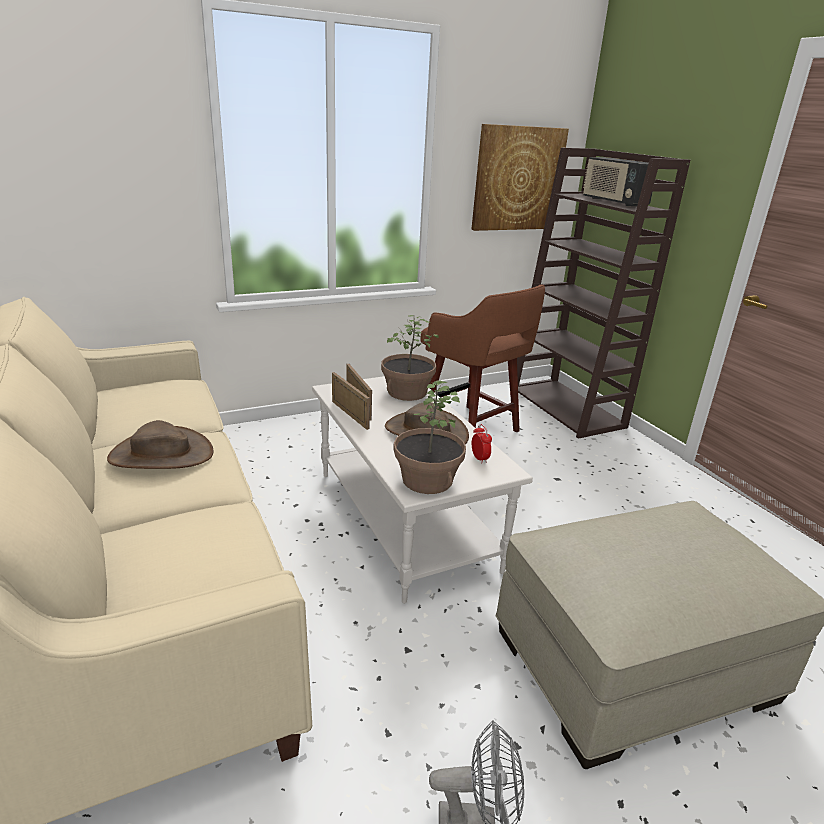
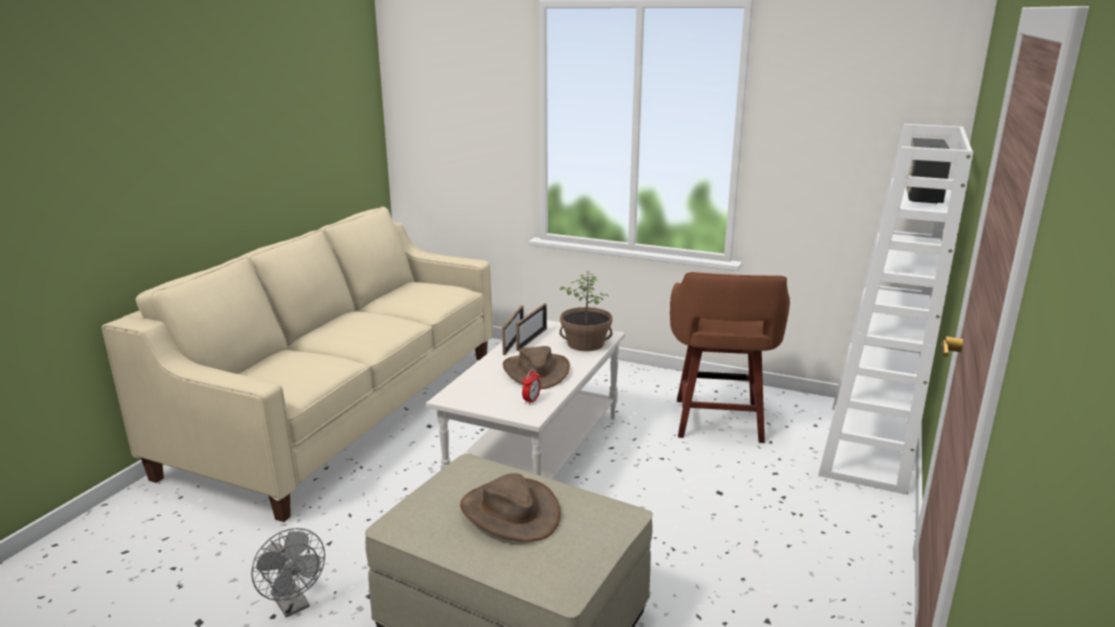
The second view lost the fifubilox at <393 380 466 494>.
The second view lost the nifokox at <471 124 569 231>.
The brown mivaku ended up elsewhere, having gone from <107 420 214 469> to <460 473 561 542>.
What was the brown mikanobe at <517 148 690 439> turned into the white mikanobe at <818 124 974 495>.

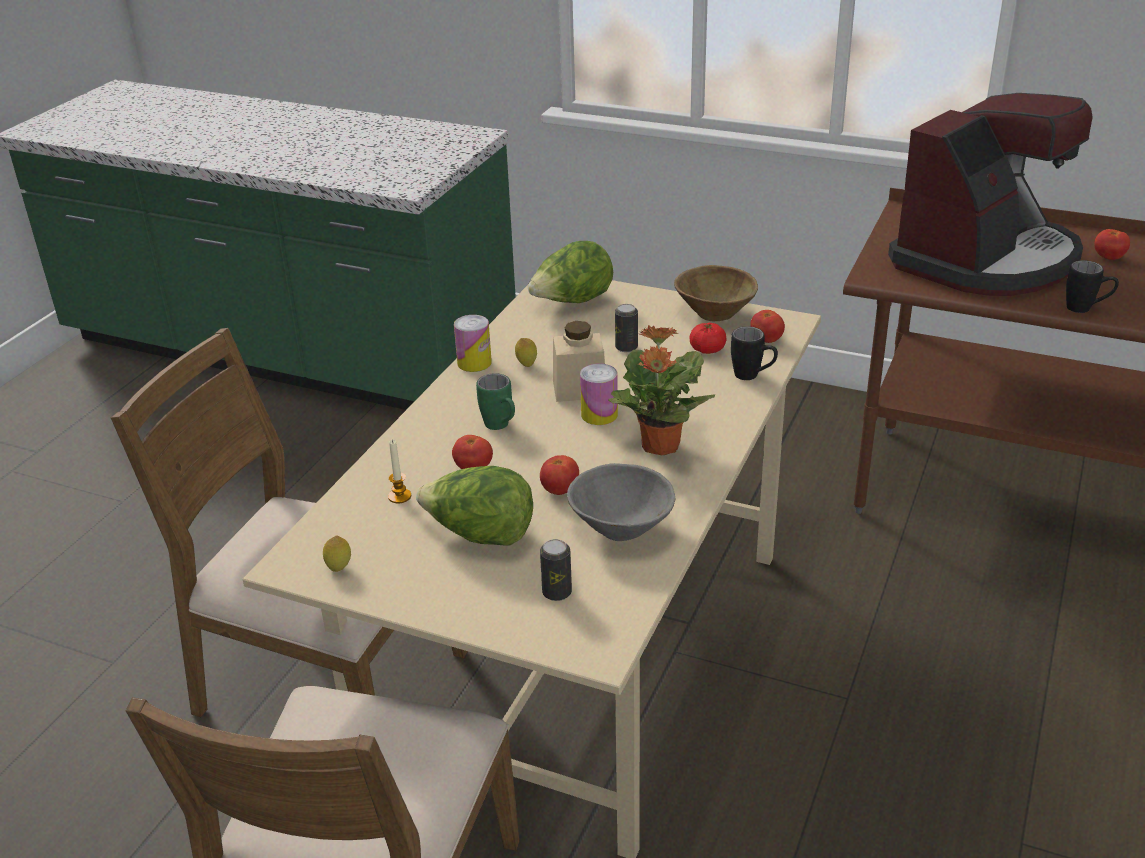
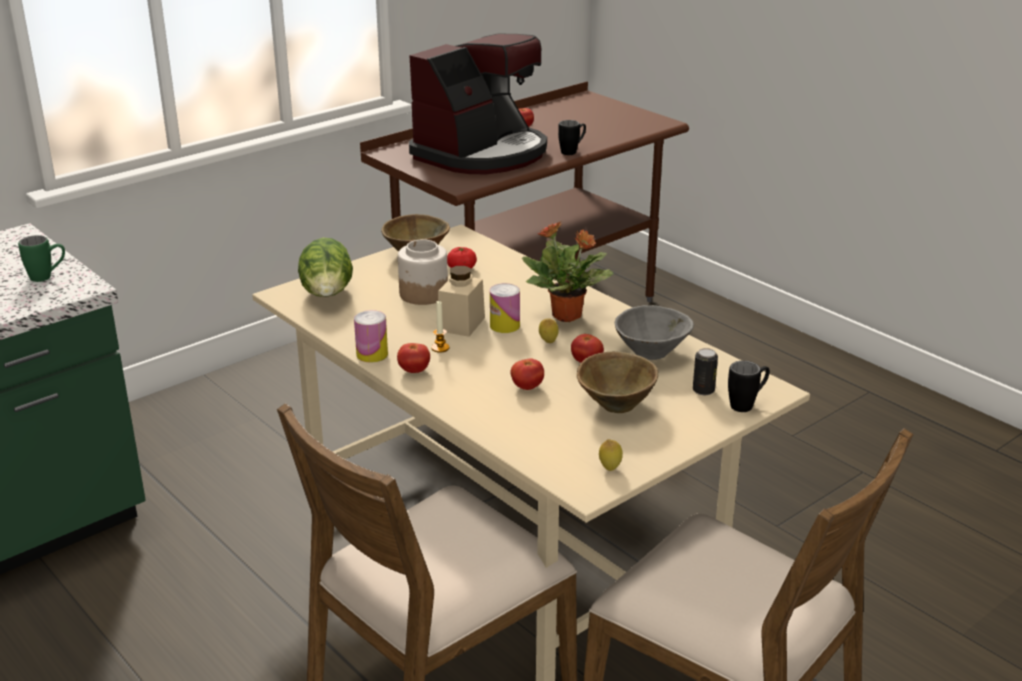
The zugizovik ended up elsewhere, having gone from <388 439 411 504> to <431 301 449 353>.
The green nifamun ended up elsewhere, having gone from <476 373 515 430> to <18 235 65 282>.
The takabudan ended up elsewhere, having gone from <515 338 537 367> to <539 318 559 343>.
The black nifamun ended up elsewhere, having gone from <731 326 778 380> to <728 361 770 412>.
The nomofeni ended up elsewhere, having gone from <750 310 785 343> to <397 343 430 373>.
Where the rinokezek stood at <416 466 533 546>, the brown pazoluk came to stand at <577 352 658 413>.
Where the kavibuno stood at <615 304 638 352>, the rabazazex came to stand at <398 239 448 305>.
The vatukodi at <888 93 1093 296> ended up facing another way, 60 degrees clockwise from before.

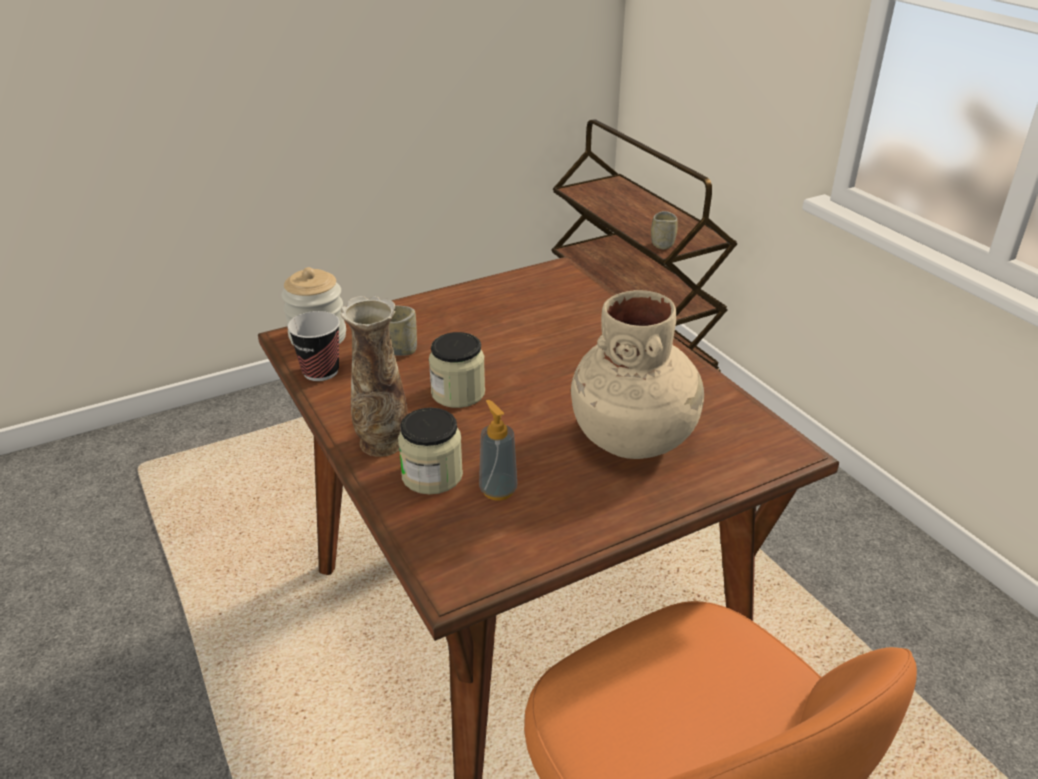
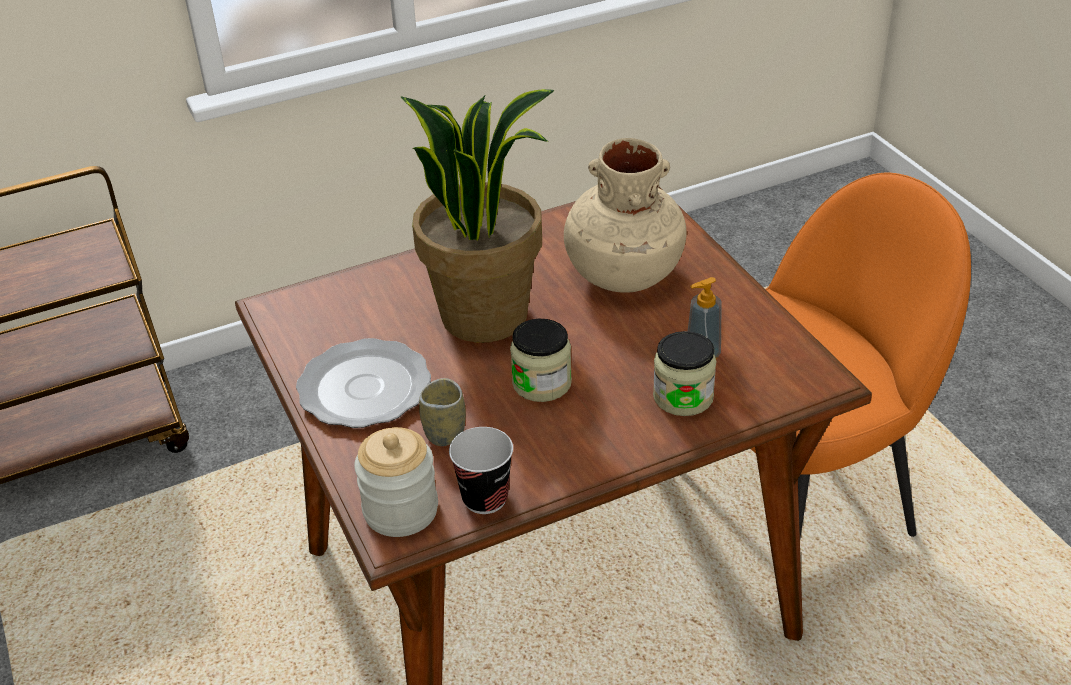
The second view lost the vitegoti at <340 296 408 457>.
The second view lost the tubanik at <651 211 677 249>.
The second view gained the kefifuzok at <296 338 431 428>.
The second view gained the fifubilox at <401 89 555 343>.

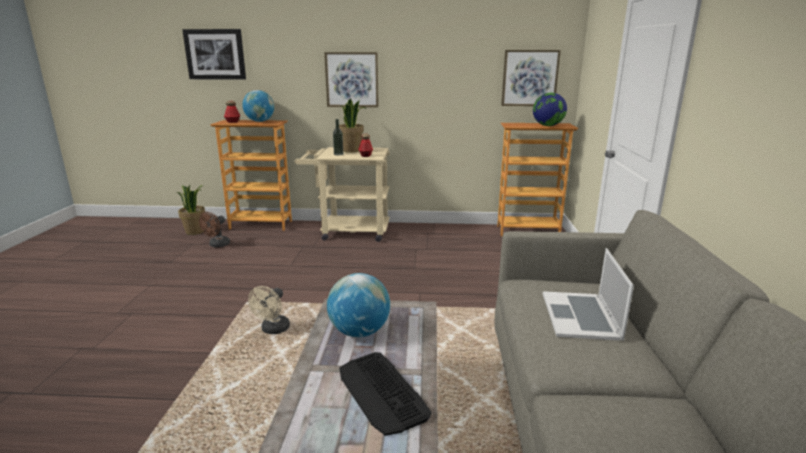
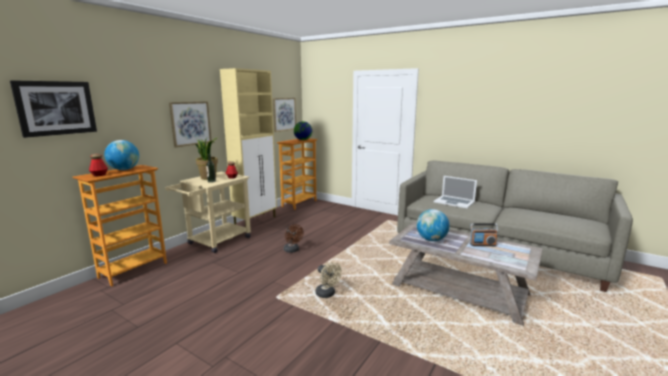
The second view lost the fifubilox at <177 185 205 235>.
The second view gained the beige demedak at <220 68 277 227>.
The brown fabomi ended up elsewhere, having gone from <199 212 230 247> to <284 224 304 253>.
Where the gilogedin stood at <339 352 432 436>, the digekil came to stand at <470 223 498 246>.

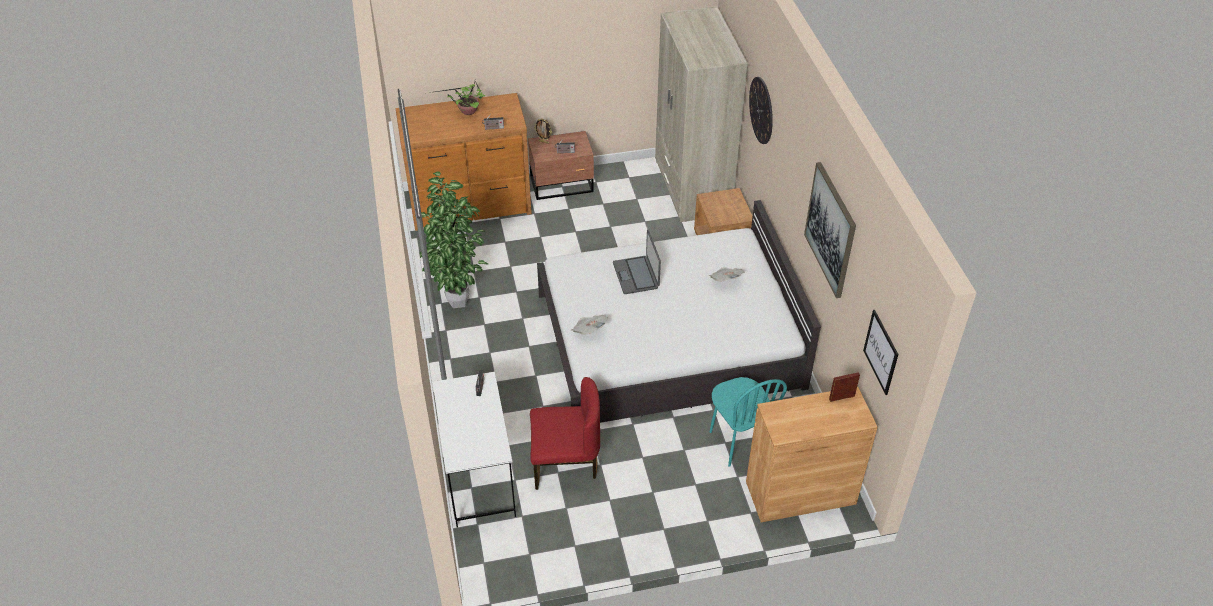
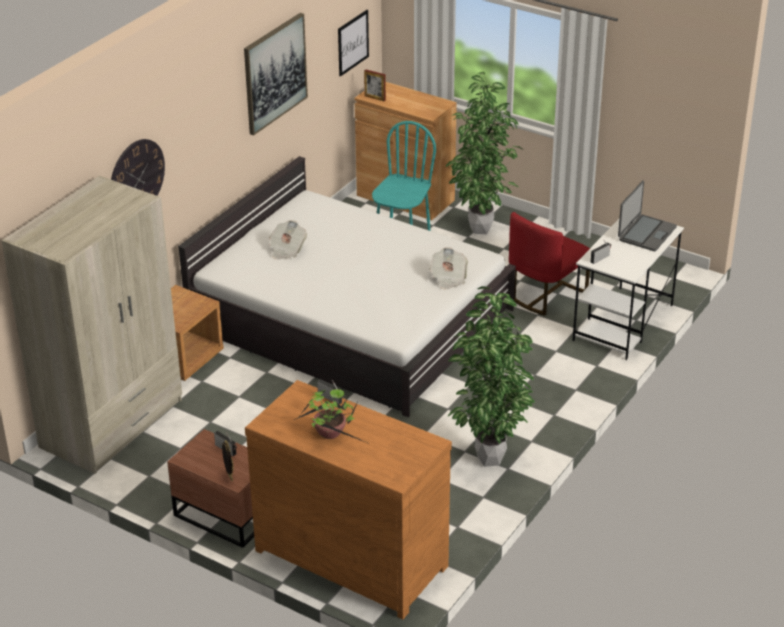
The second view gained the fifubilox at <446 72 523 234>.
The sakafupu ended up elsewhere, having gone from <613 230 661 294> to <618 180 677 251>.
The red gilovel at <530 377 600 490> ended up facing another way, 90 degrees counterclockwise from before.

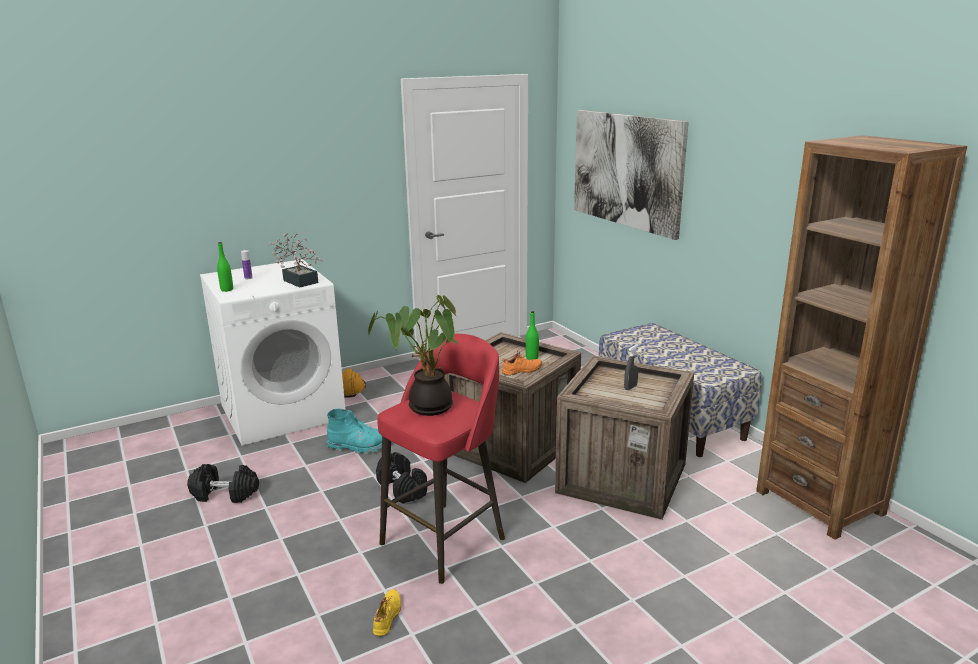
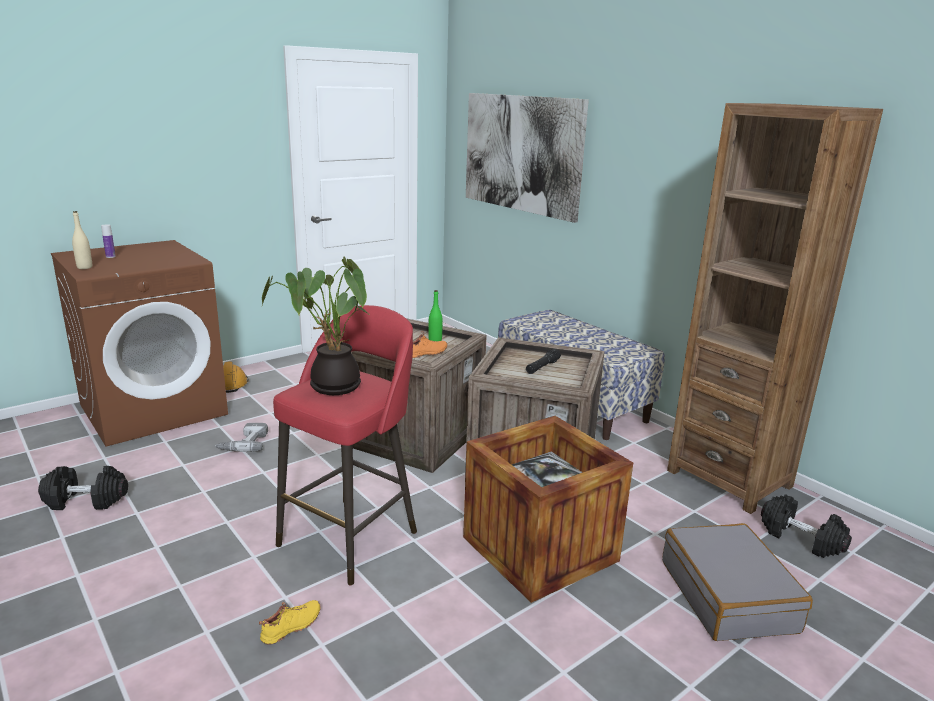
The second view lost the fifubilox at <269 233 323 288>.
The second view gained the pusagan at <463 416 633 603>.
The second view gained the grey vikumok at <662 523 813 641>.
The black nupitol ended up elsewhere, having gone from <376 452 427 504> to <761 494 852 558>.
Where the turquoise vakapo stood at <327 409 382 455>, the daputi came to stand at <215 423 268 452>.
Where the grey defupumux stood at <624 345 638 390>, the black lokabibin came to stand at <526 349 561 374>.
What was the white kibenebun at <200 259 346 446> turned into the brown kibenebun at <51 240 228 446>.
What was the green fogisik at <217 242 233 292> turned into the beige fogisik at <72 211 92 269>.
The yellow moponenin at <373 589 401 636> ended up facing another way, 45 degrees clockwise from before.

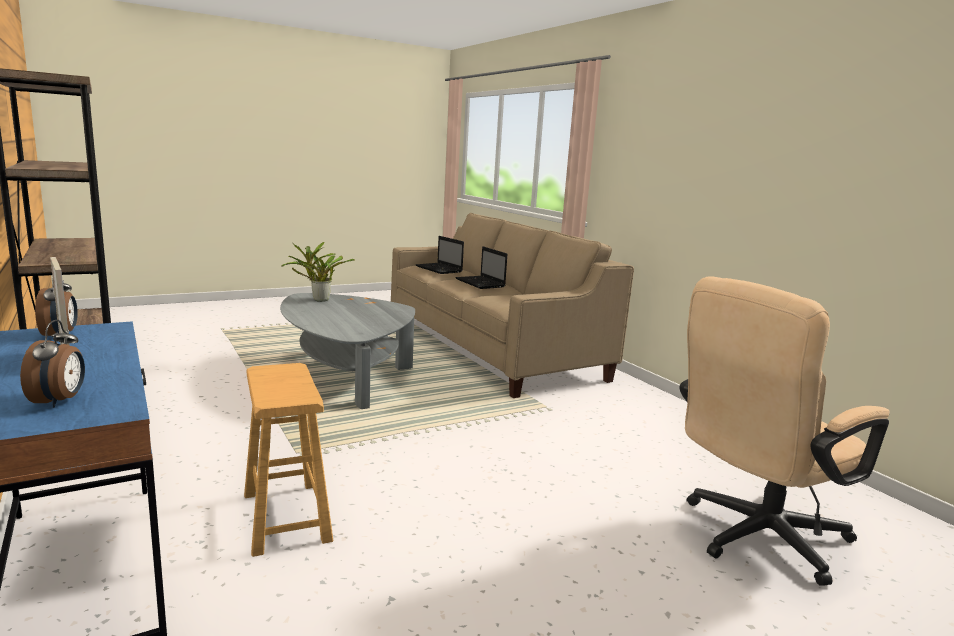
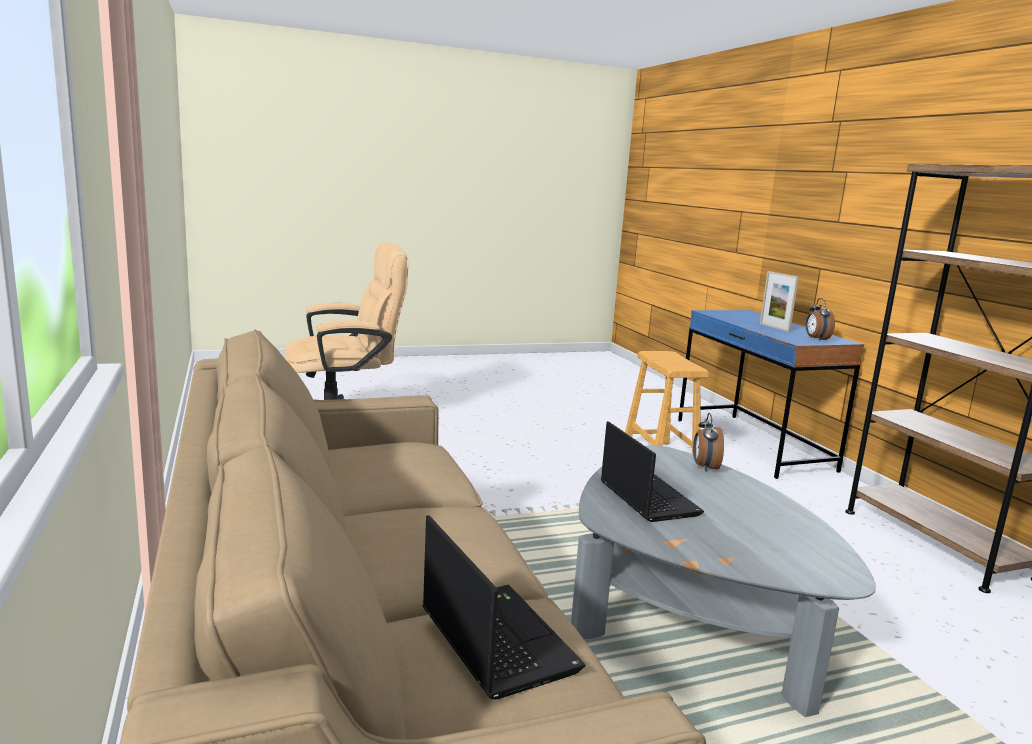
The second view lost the fifubilox at <281 242 355 302>.
The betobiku ended up elsewhere, having gone from <20 320 85 408> to <693 413 724 472>.
The sakafupu ended up elsewhere, having gone from <456 246 507 289> to <601 421 704 522>.

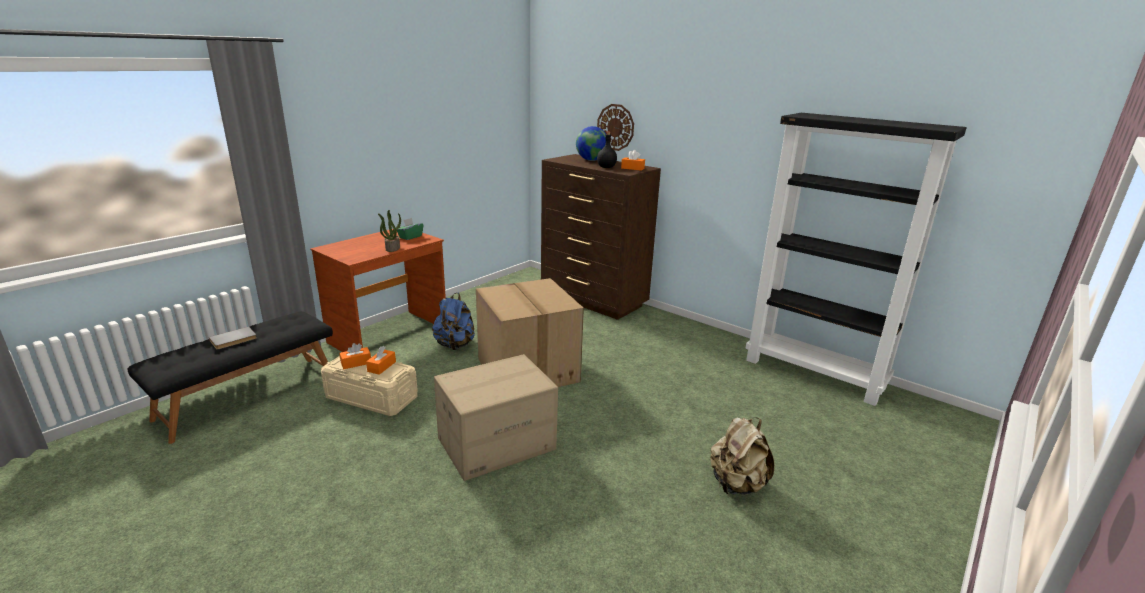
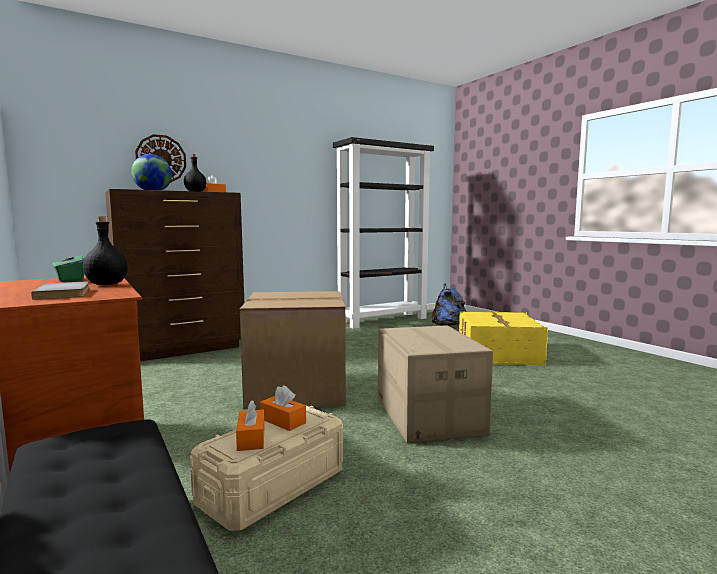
The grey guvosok ended up elsewhere, having gone from <209 327 257 350> to <31 281 90 300>.
The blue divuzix ended up elsewhere, having gone from <432 293 475 350> to <431 283 466 326>.
Where the fifubilox stood at <378 210 401 252>, the black fogisik came to stand at <83 216 128 285>.
Where the beige divuzix stood at <710 417 774 495>, the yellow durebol came to stand at <459 311 548 365>.

